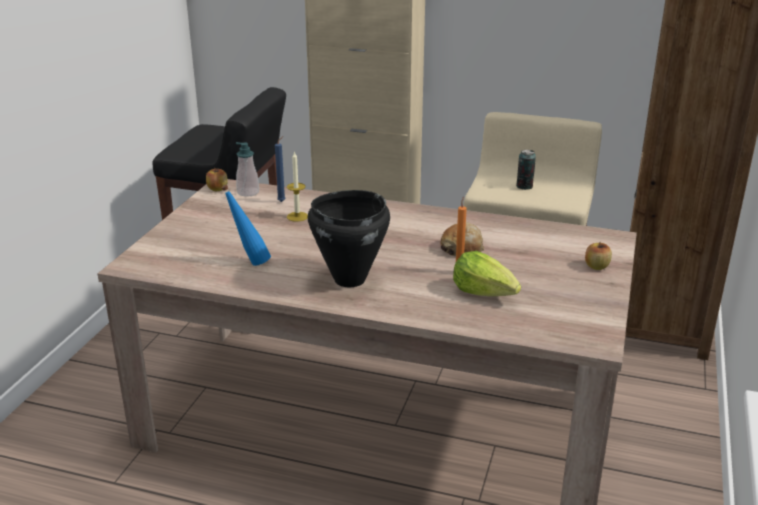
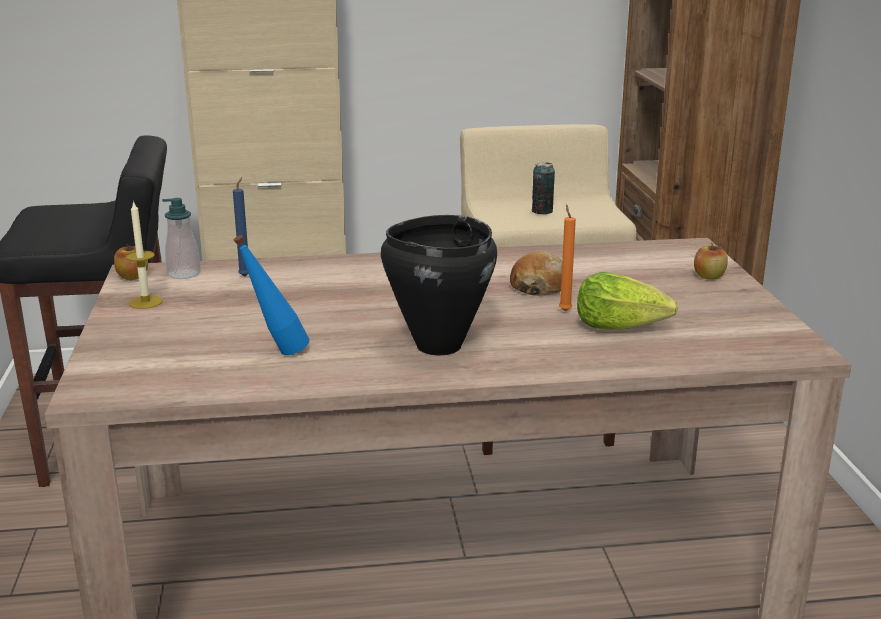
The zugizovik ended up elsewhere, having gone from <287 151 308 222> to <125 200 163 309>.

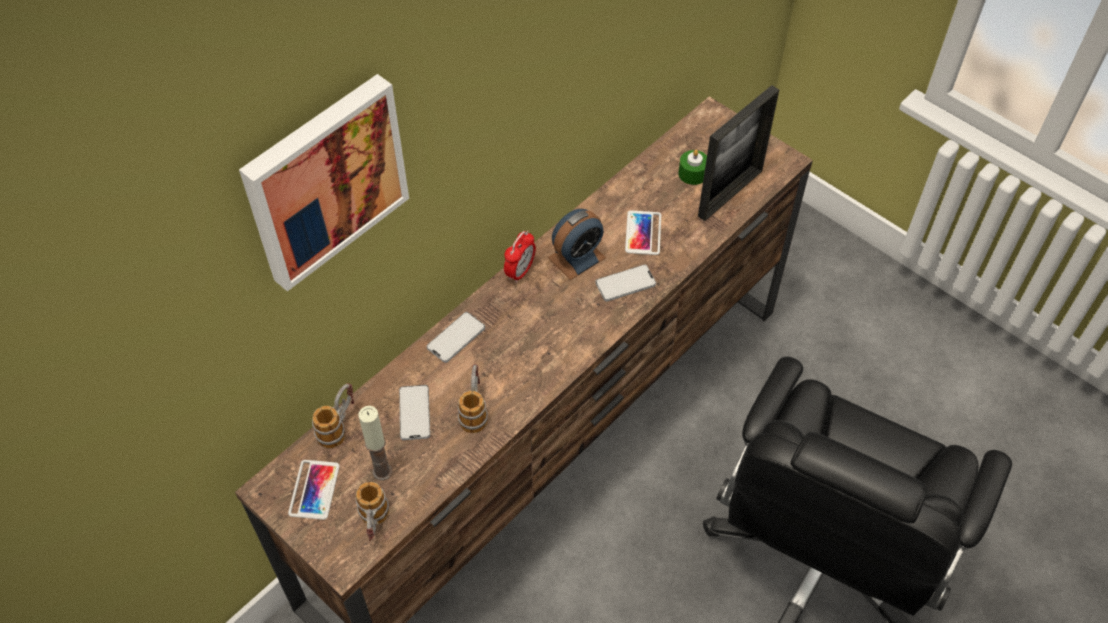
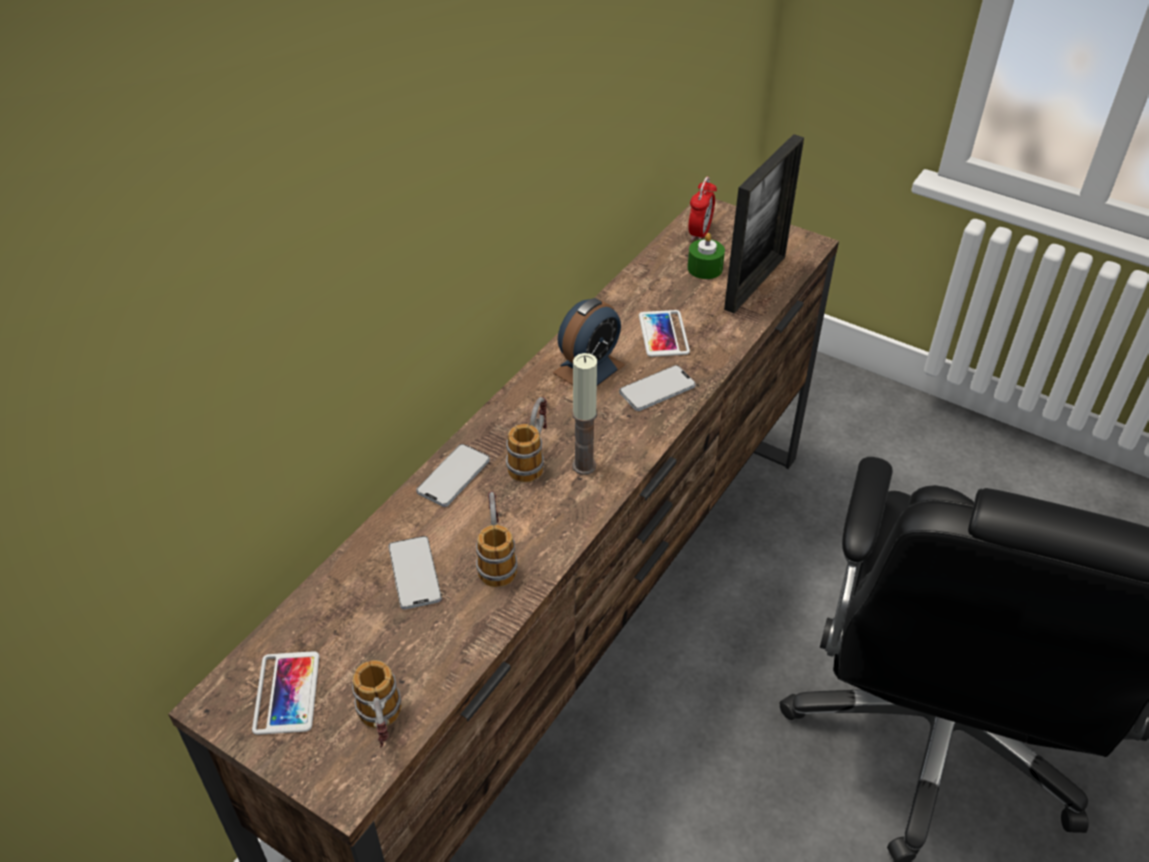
The second view lost the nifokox at <239 74 409 291>.
The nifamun ended up elsewhere, having gone from <312 383 354 448> to <506 397 547 482>.
The zugizovik ended up elsewhere, having gone from <358 406 393 481> to <572 353 598 475>.
The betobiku ended up elsewhere, having gone from <504 231 536 283> to <688 177 717 241>.

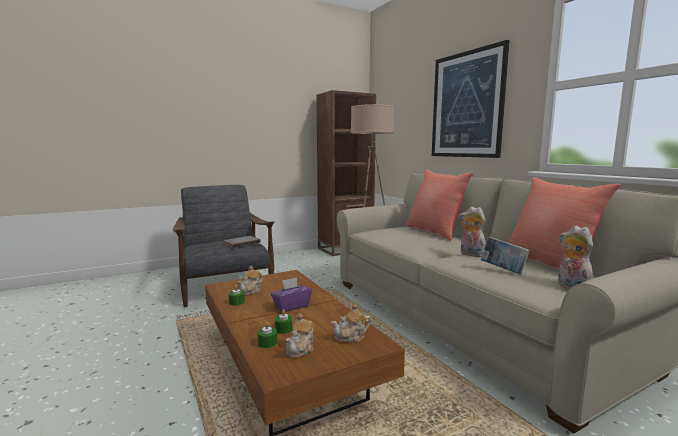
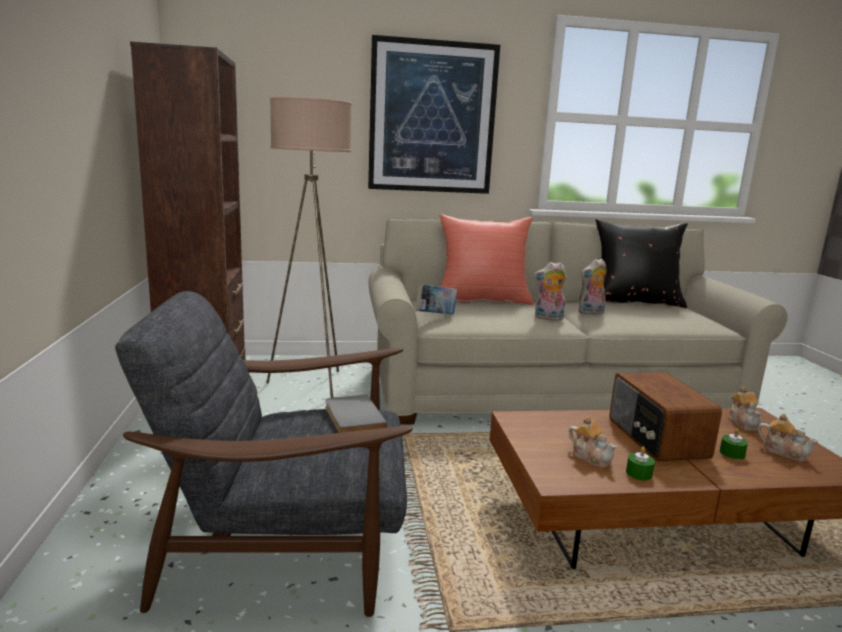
The second view lost the green zugizovik at <257 322 277 348>.
The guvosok ended up elsewhere, having gone from <481 237 530 275> to <416 284 457 315>.
The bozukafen ended up elsewhere, having gone from <558 225 593 289> to <534 262 567 320>.
Where the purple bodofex stood at <271 277 312 312>, the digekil came to stand at <609 372 722 461>.
What was the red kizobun at <508 177 621 269> turned into the black kizobun at <595 219 688 308>.

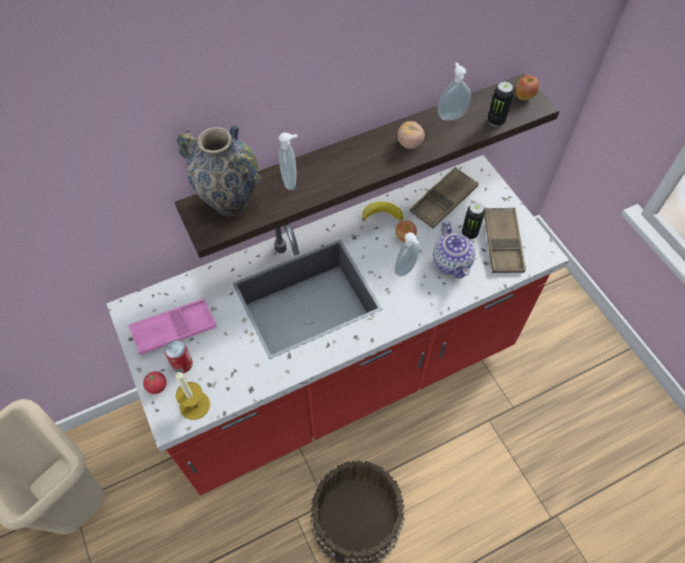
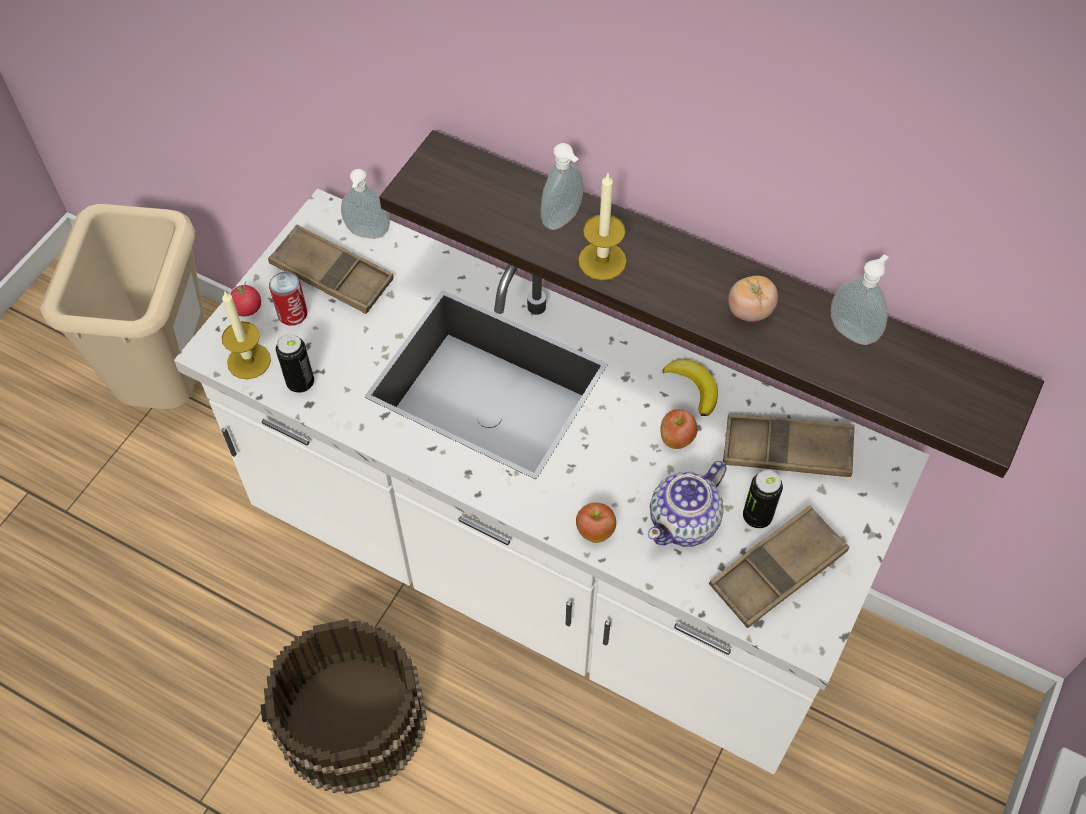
The second view lost the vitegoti at <177 125 261 216>.
The second view gained the zugizovik at <578 174 627 280>.
The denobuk ended up elsewhere, having gone from <395 233 420 277> to <341 169 390 238>.
The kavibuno ended up elsewhere, having gone from <488 82 514 127> to <276 334 314 393>.
The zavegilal ended up elsewhere, having gone from <515 75 539 100> to <576 503 616 543>.
What was the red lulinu at <106 155 569 495> turned into the white lulinu at <174 189 929 774>.
What was the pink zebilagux at <129 299 217 355> turned into the brown zebilagux at <268 225 394 314>.

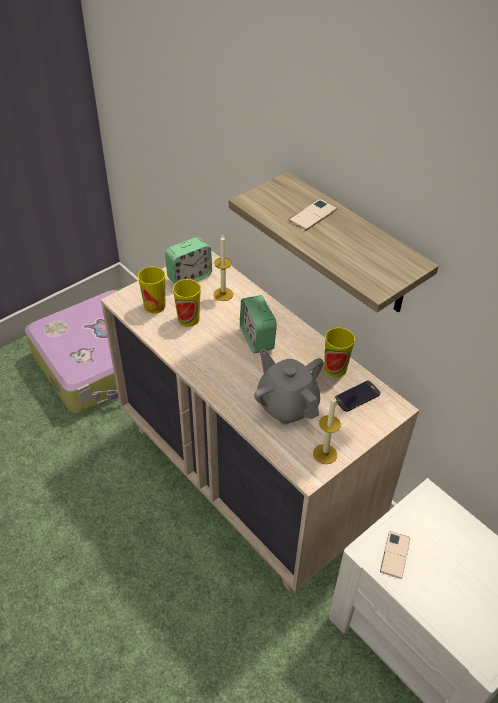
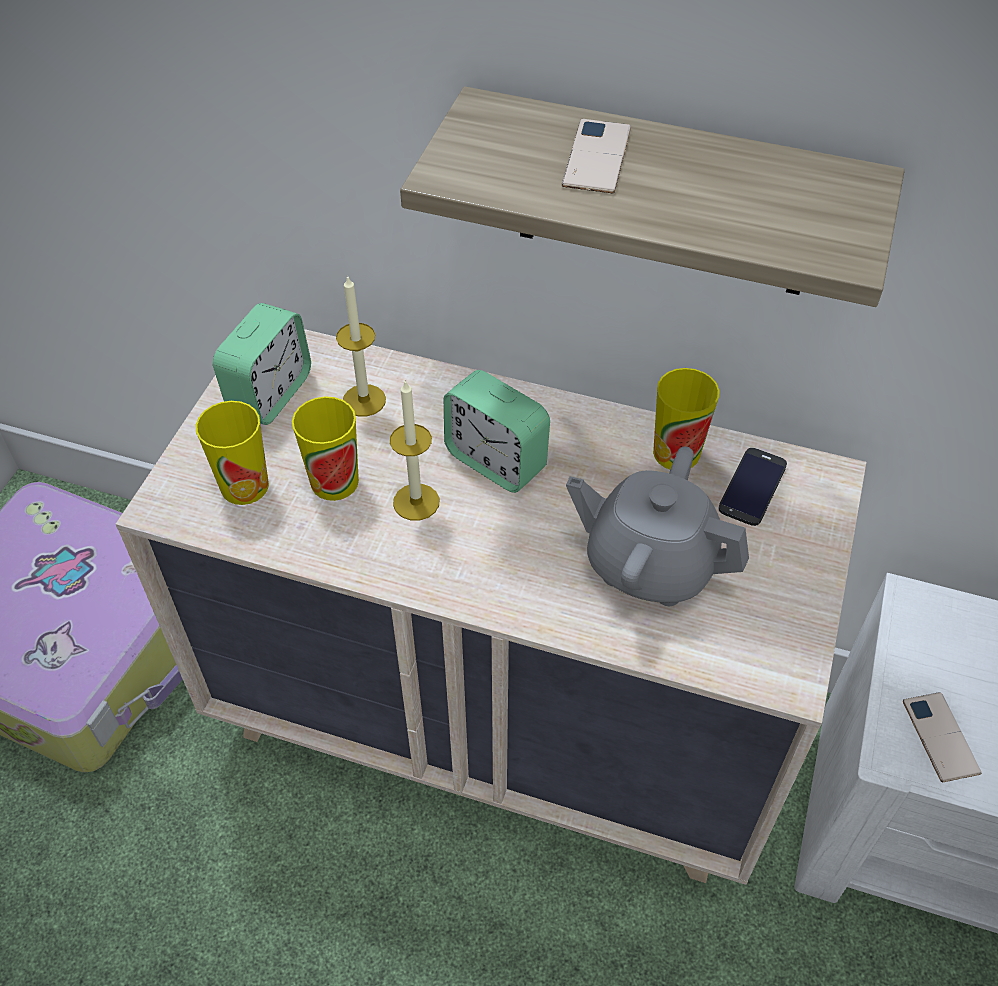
The zugizovik ended up elsewhere, having gone from <313 395 341 464> to <390 379 439 521>.

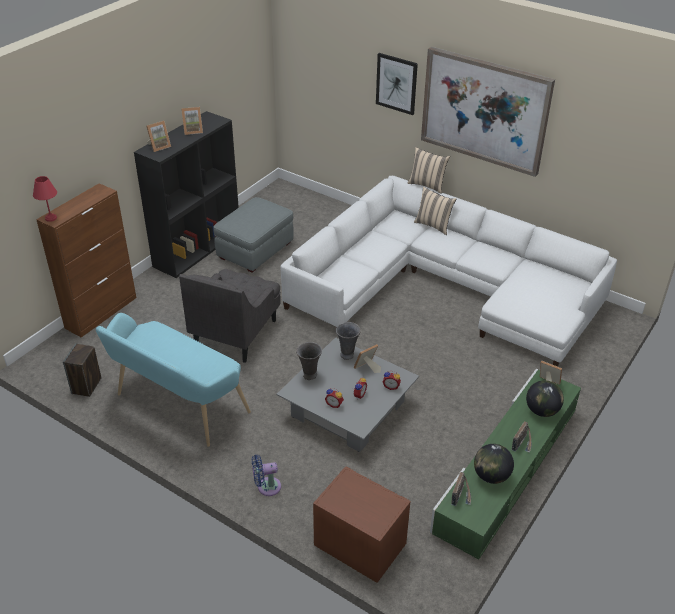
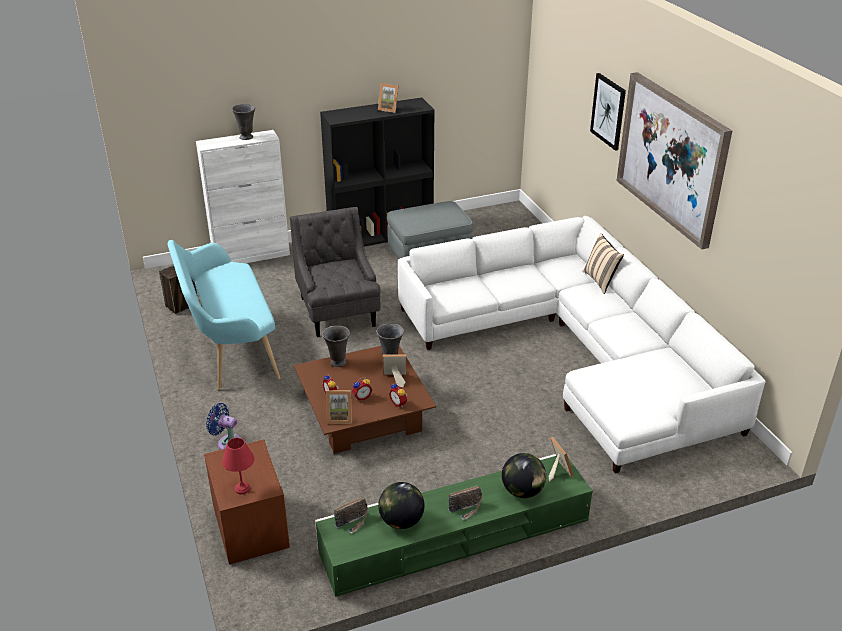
The second view lost the beige kizobun at <408 147 450 194>.
The second view gained the grey vitegoti at <232 104 255 140>.
The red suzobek ended up elsewhere, having gone from <33 176 57 222> to <222 438 254 494>.
The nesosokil ended up elsewhere, having gone from <147 121 171 152> to <326 390 352 424>.
What was the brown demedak at <36 183 136 337> turned into the white demedak at <196 130 290 263>.
What was the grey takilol at <276 337 419 452> turned into the brown takilol at <294 346 436 454>.
The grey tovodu at <179 269 281 363> ended up facing another way, 105 degrees clockwise from before.

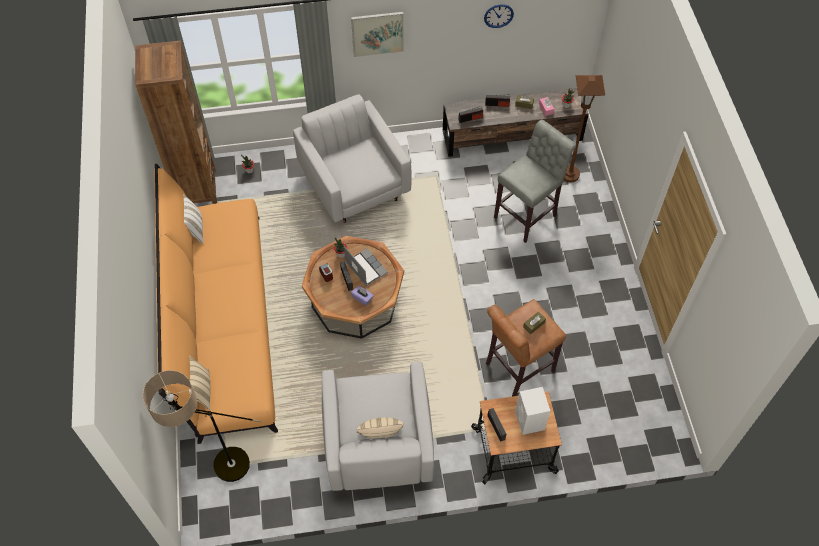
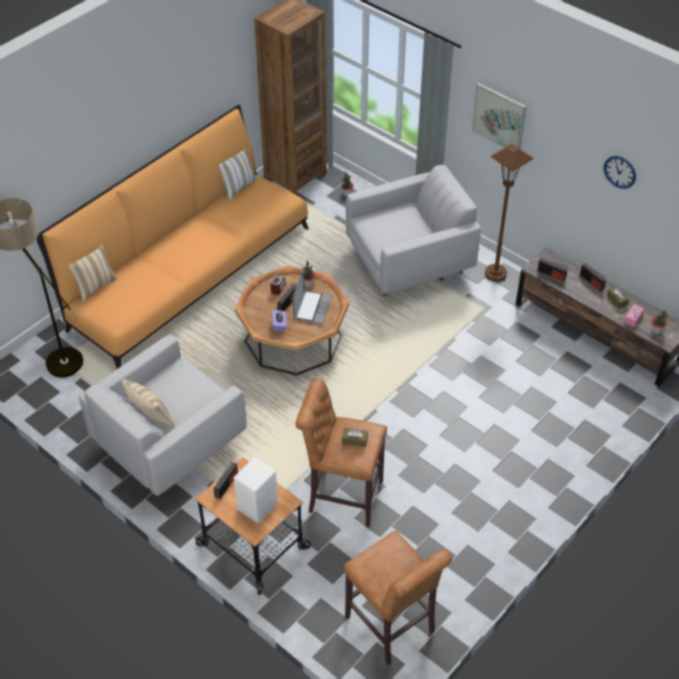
The second view lost the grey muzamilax at <494 120 576 243>.
The second view gained the brown muzamilax at <344 530 452 666>.
The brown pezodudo ended up elsewhere, having gone from <564 75 605 182> to <485 144 534 282>.
The white tovodu at <293 94 412 223> ended up facing another way, 45 degrees clockwise from before.

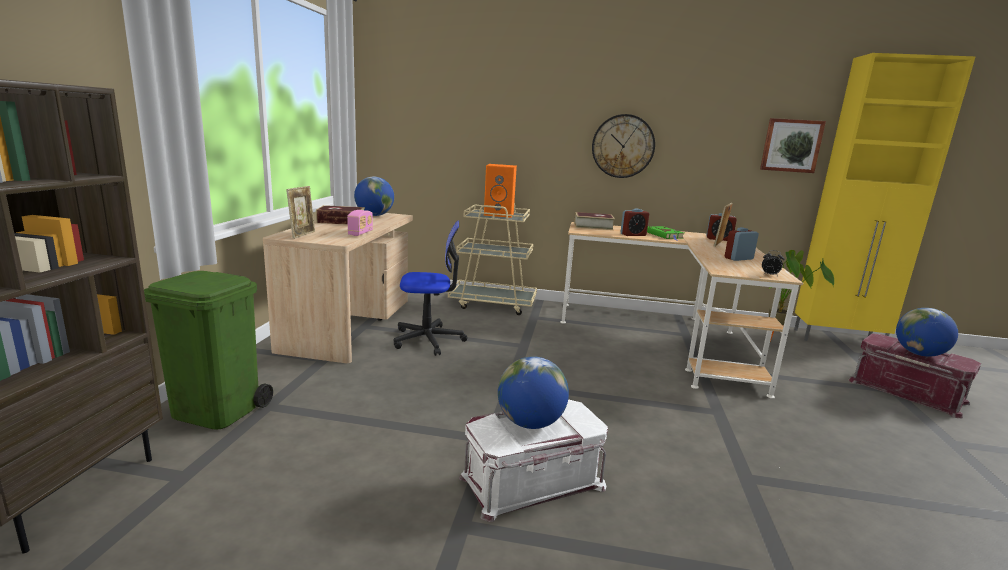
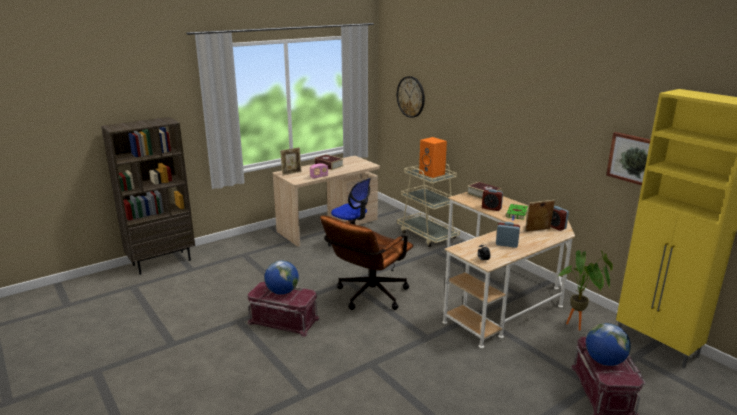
The second view lost the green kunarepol at <144 271 273 430>.
The second view lost the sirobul at <354 177 394 216>.
The second view gained the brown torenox at <320 215 413 310>.
The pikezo ended up elsewhere, having gone from <592 114 655 178> to <397 76 425 118>.
What was the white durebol at <459 400 608 522> turned into the red durebol at <247 281 320 337>.

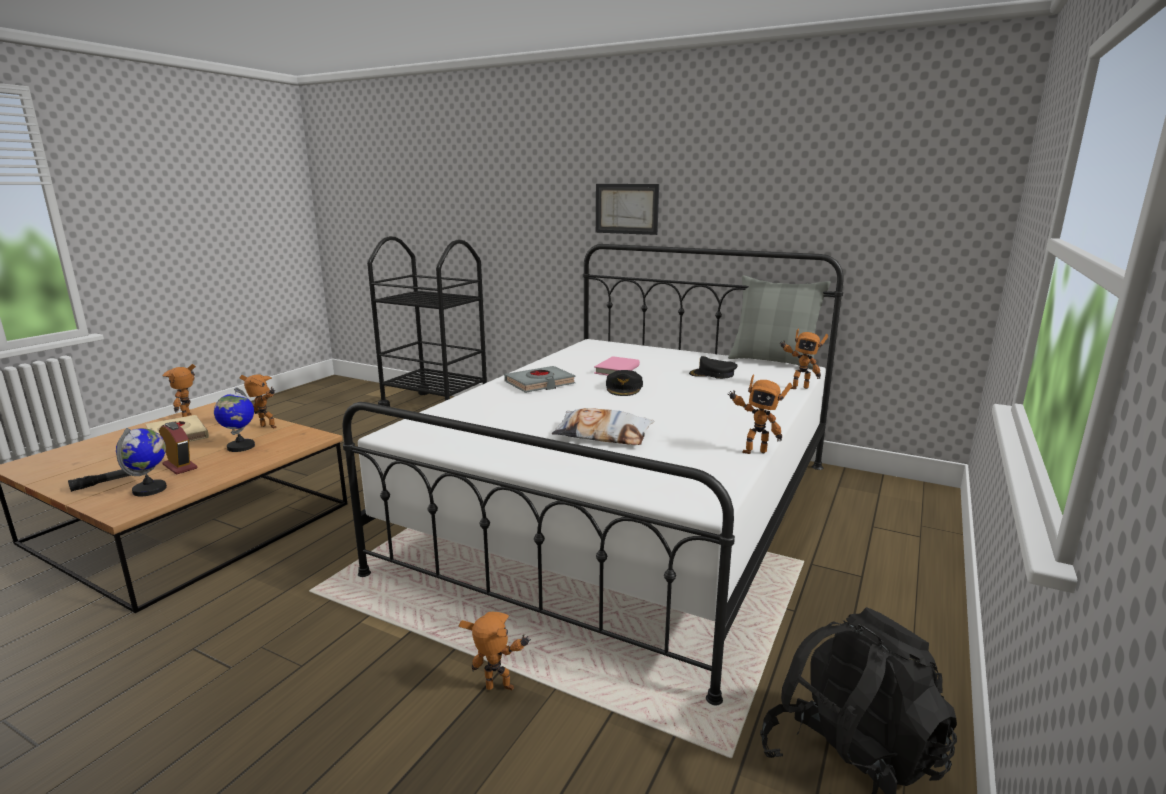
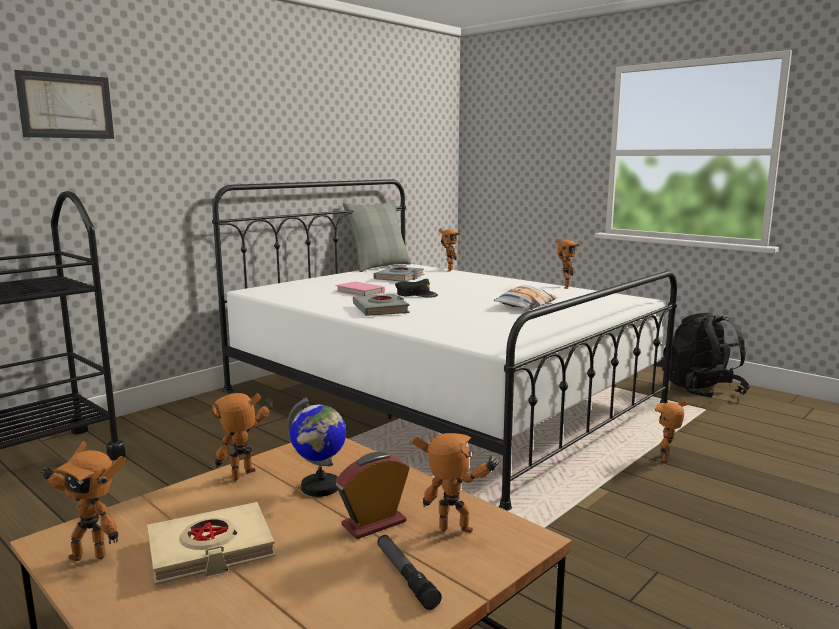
The nifokox ended up elsewhere, having gone from <596 184 659 235> to <14 70 114 139>.
Where the sirobul stood at <116 428 167 496>, the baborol came to stand at <412 433 499 533>.
Where the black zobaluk stood at <689 356 737 379>, the grey guvosok came to stand at <373 267 424 282>.

